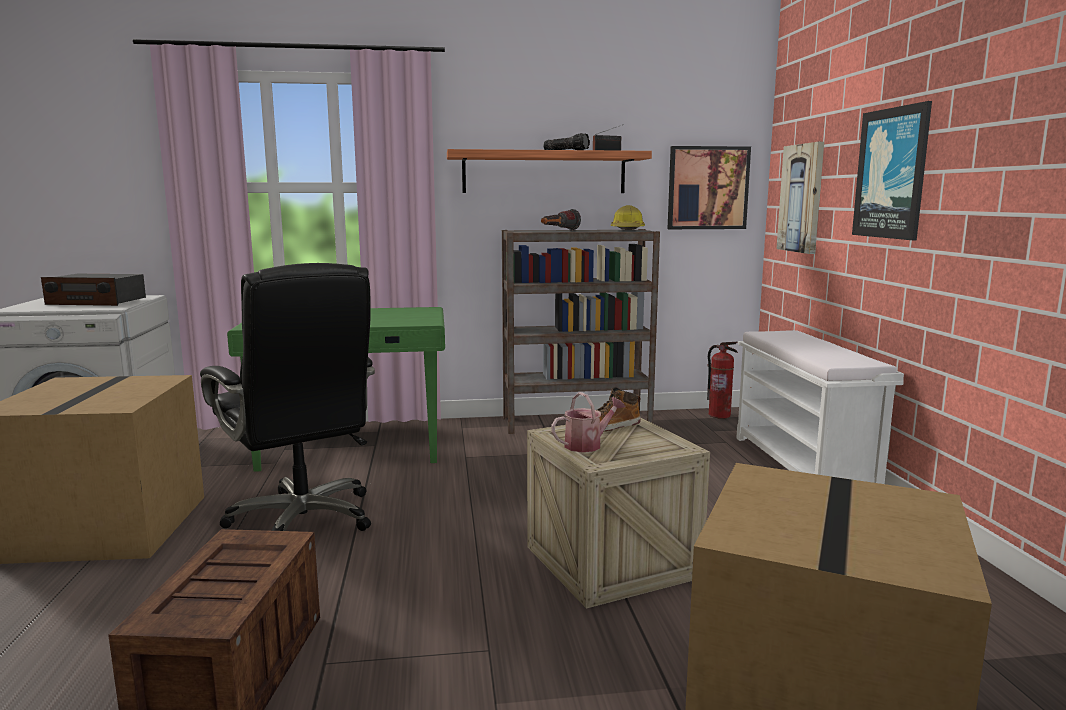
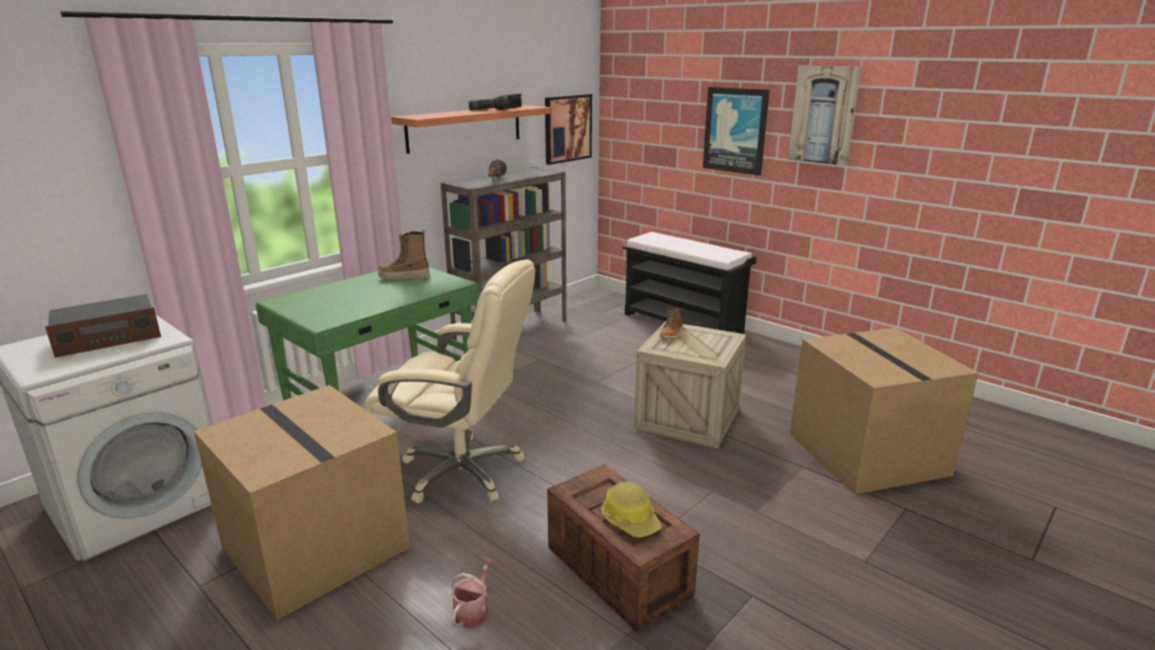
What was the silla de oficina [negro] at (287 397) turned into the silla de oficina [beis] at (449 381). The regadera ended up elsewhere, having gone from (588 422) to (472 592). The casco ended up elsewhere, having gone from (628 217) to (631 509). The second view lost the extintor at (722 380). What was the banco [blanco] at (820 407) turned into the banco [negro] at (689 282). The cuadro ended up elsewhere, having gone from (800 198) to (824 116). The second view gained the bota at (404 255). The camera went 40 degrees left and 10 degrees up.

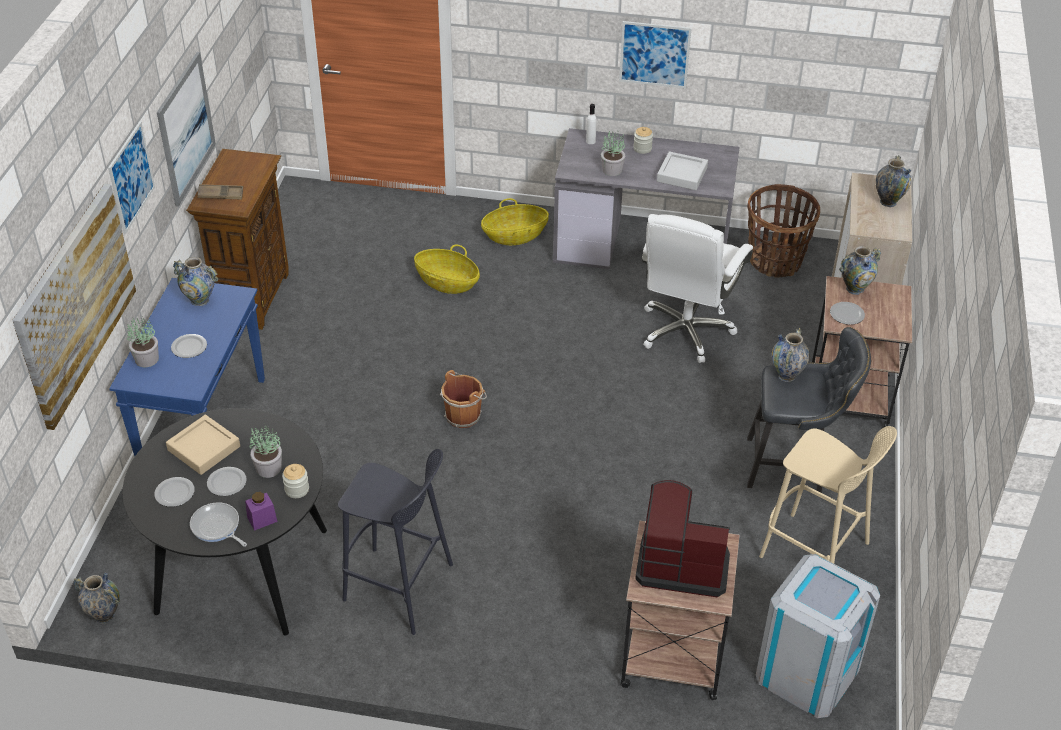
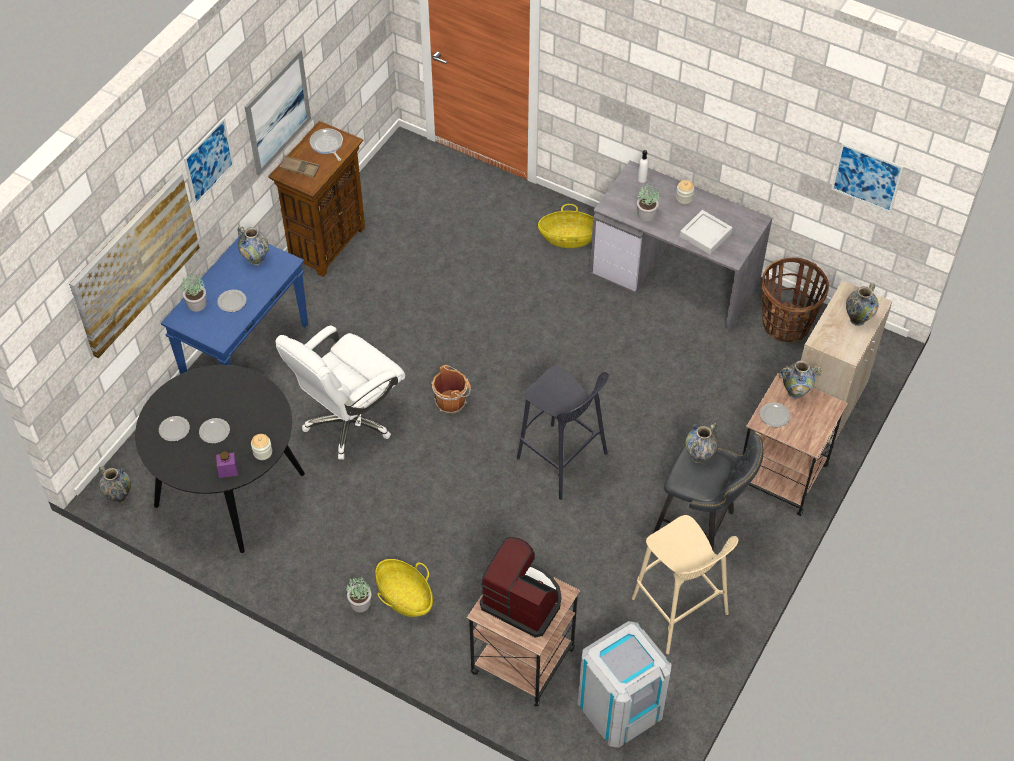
The second view lost the bandeja [beis] at (203 445). The sartén ended up elsewhere, having gone from (218 524) to (326 144). The planta en maceta ended up elsewhere, having gone from (265 451) to (358 594). The taburete [gris] ended up elsewhere, having gone from (395 542) to (563 433). The cesta ended up elsewhere, having gone from (447 269) to (404 588). The cuadro ended up elsewhere, having gone from (655 54) to (867 178). The silla de oficina [blanco] ended up elsewhere, having gone from (697 288) to (340 393). The camera went 20 degrees right and 10 degrees up.

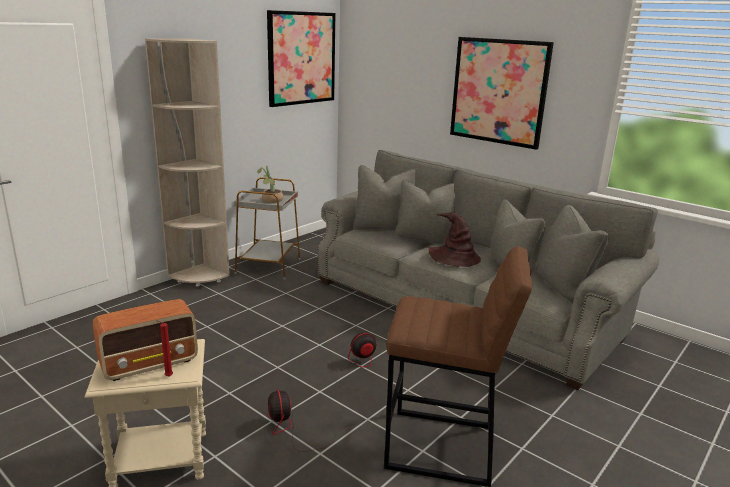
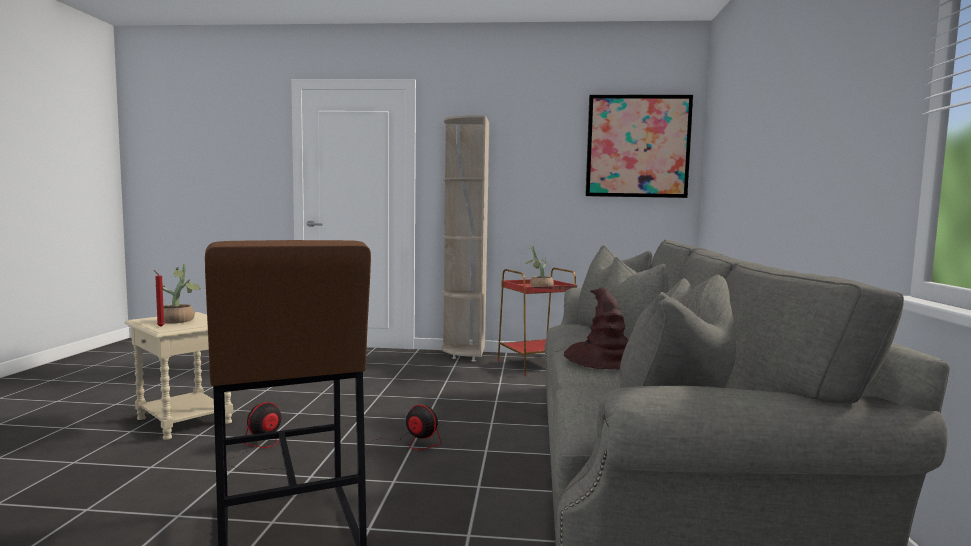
Where the radio stood at (145 340), the planta en maceta came to stand at (178 293). What was the mesa auxiliar [gris] at (267 228) turned into the mesa auxiliar [rojo] at (537 322). The second view lost the cuadro at (502 93). The camera went 55 degrees right and 15 degrees down.

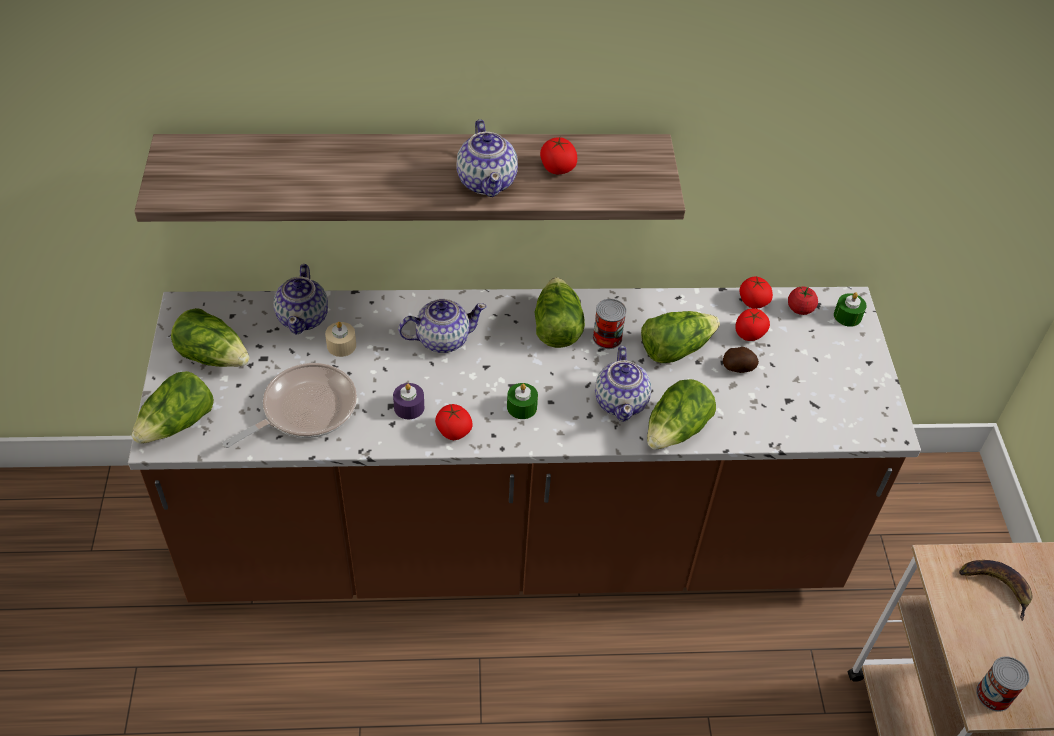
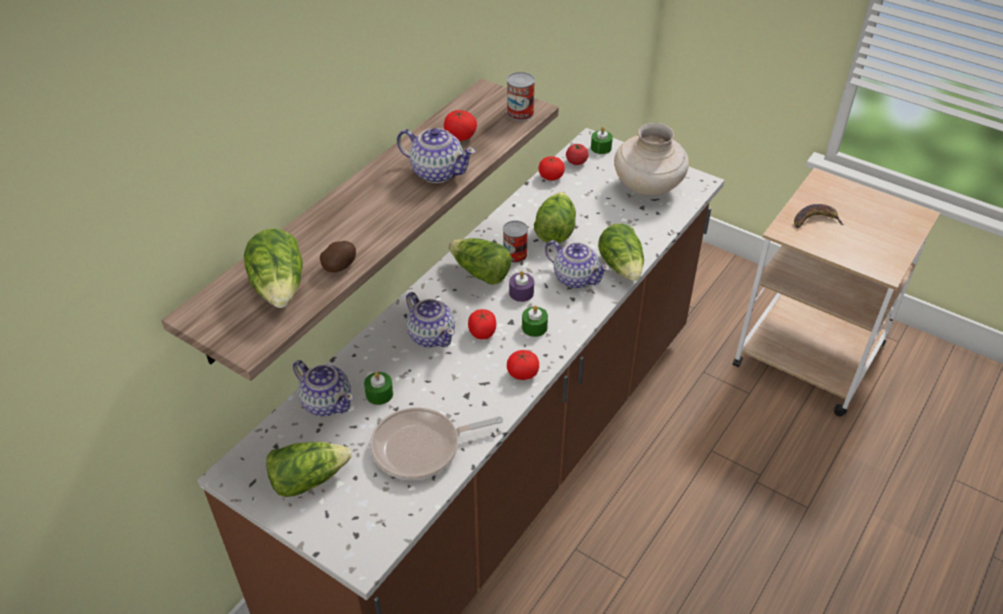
The lechuga ended up elsewhere, having gone from (173 407) to (273 268). The sartén at (290 405) ended up facing another way, 105 degrees counterclockwise from before. What was the vela [beis] at (340 339) turned into the vela [verde] at (378 388). The vela [morado] ended up elsewhere, having gone from (408 401) to (521 286). The tetera at (442 326) ended up facing another way, 120 degrees clockwise from before. The patata ended up elsewhere, having gone from (741 360) to (338 257). The tomate ended up elsewhere, having gone from (752 324) to (482 324). The lata ended up elsewhere, having gone from (1002 684) to (521 96). The second view gained the florero [beis] at (651 160). The camera went 50 degrees left and 5 degrees down.

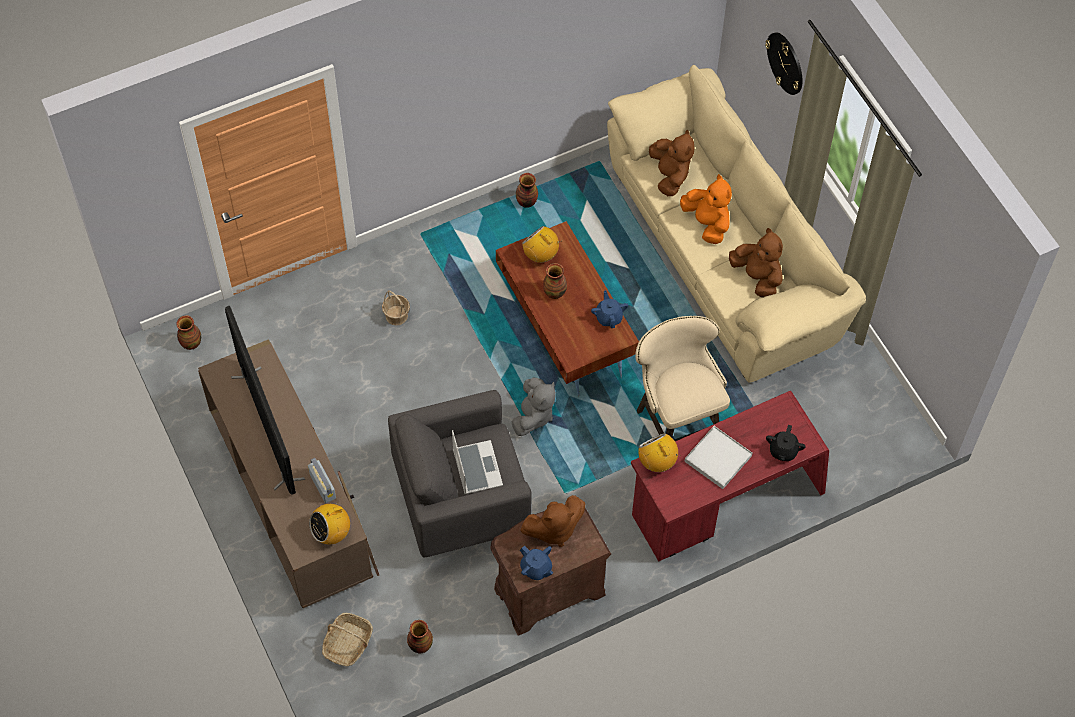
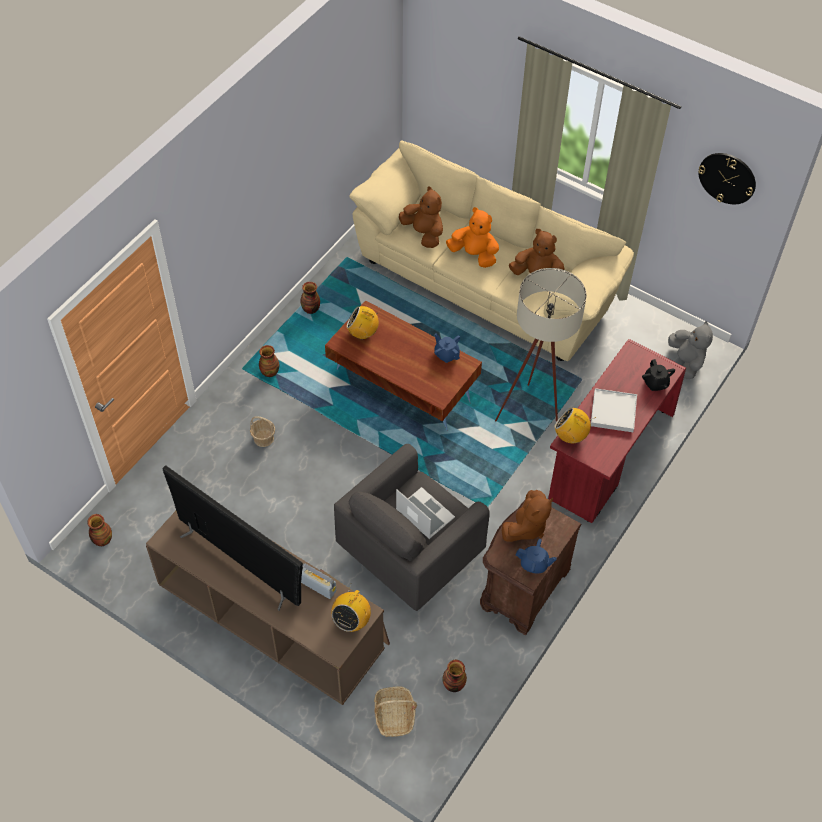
The peluche [gris] ended up elsewhere, having gone from (534 406) to (690 350). The florero ended up elsewhere, having gone from (555 281) to (269 361). Where the taburete [beis] stood at (682 378), the lámpara de pie [beis] came to stand at (541 345). The reloj de pared ended up elsewhere, having gone from (783 63) to (727 178). The camera went 30 degrees left and 5 degrees down.

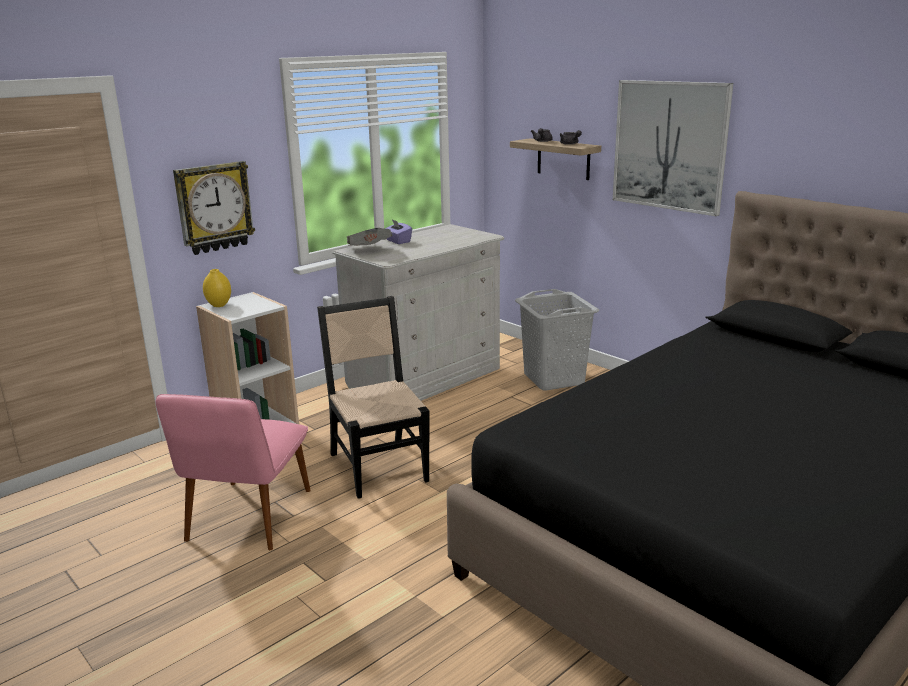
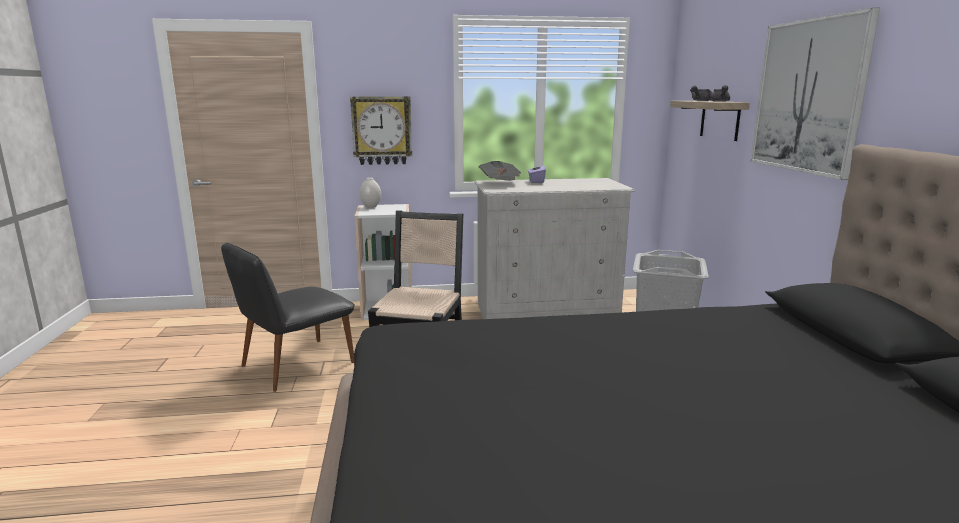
What was the silla [rosa] at (233 472) turned into the silla [negro] at (288 317). What was the florero [amarillo] at (217 288) turned into the florero [blanco] at (370 192). The camera went 35 degrees right and 5 degrees down.

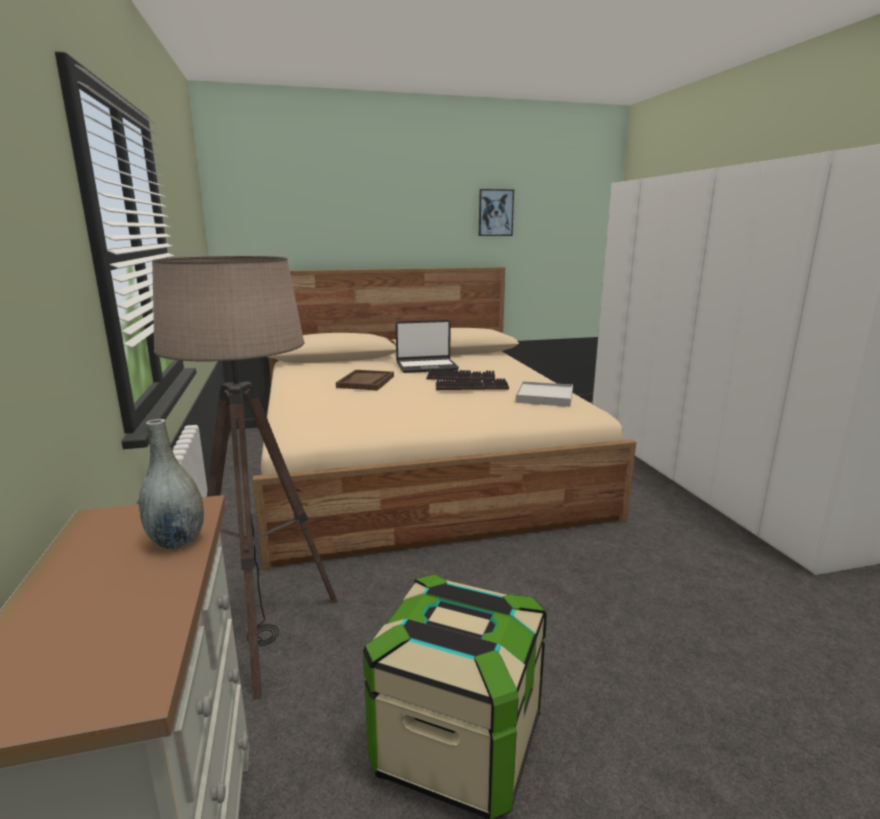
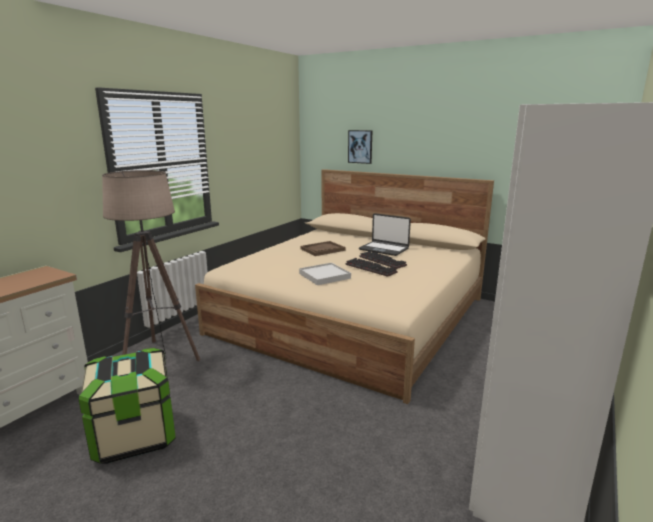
The second view lost the florero [gris] at (171 484). The cuadro ended up elsewhere, having gone from (496 212) to (360 147). The bandeja [blanco] ended up elsewhere, having gone from (544 394) to (325 274). The camera went 45 degrees right and 0 degrees up.

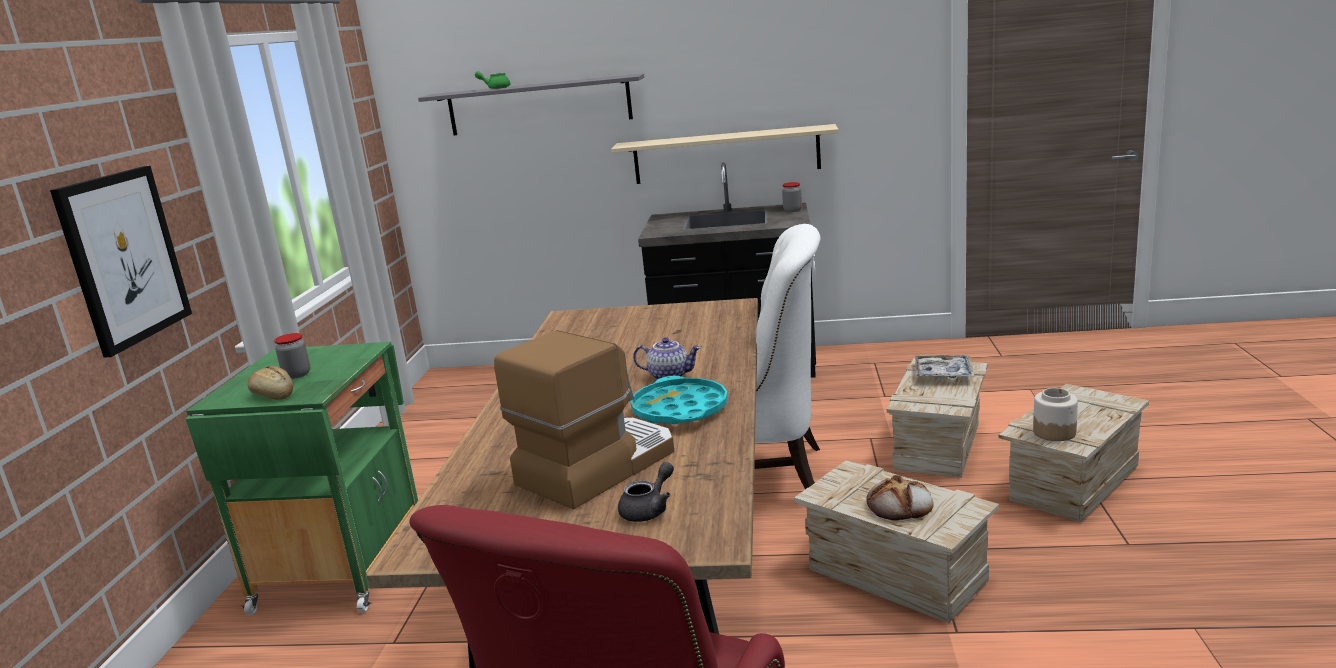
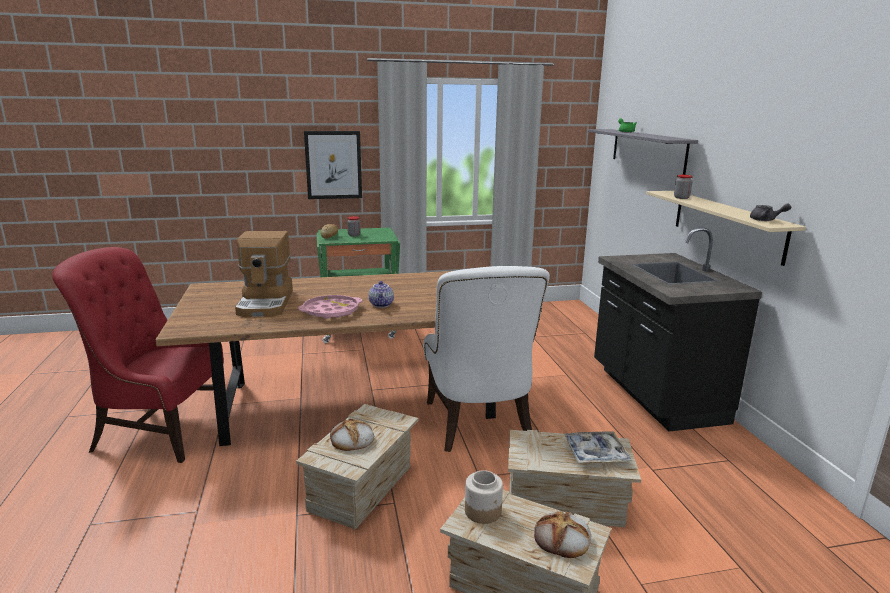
The cafetera at (584 420) ended up facing another way, 60 degrees clockwise from before. The tetera [gris] ended up elsewhere, having gone from (646 492) to (770 212). What was the bandeja [turquesa] at (679 400) turned into the bandeja [rosa] at (330 307). The tarro ended up elsewhere, having gone from (792 197) to (683 187). The second view gained the pan at (562 534). The camera went 70 degrees right and 0 degrees up.

